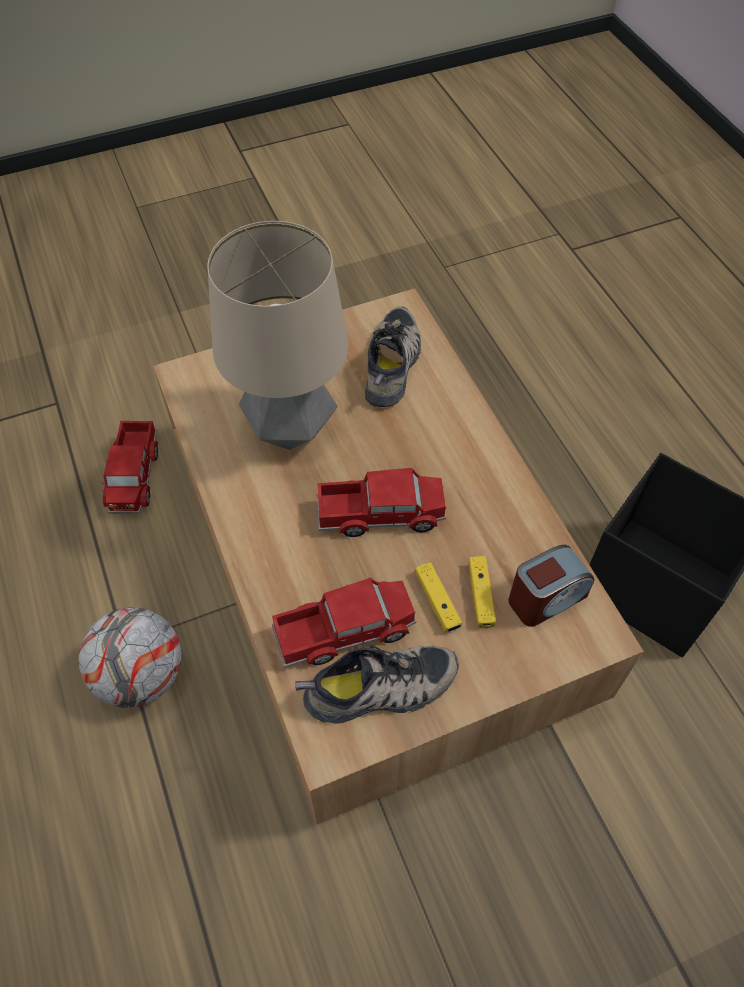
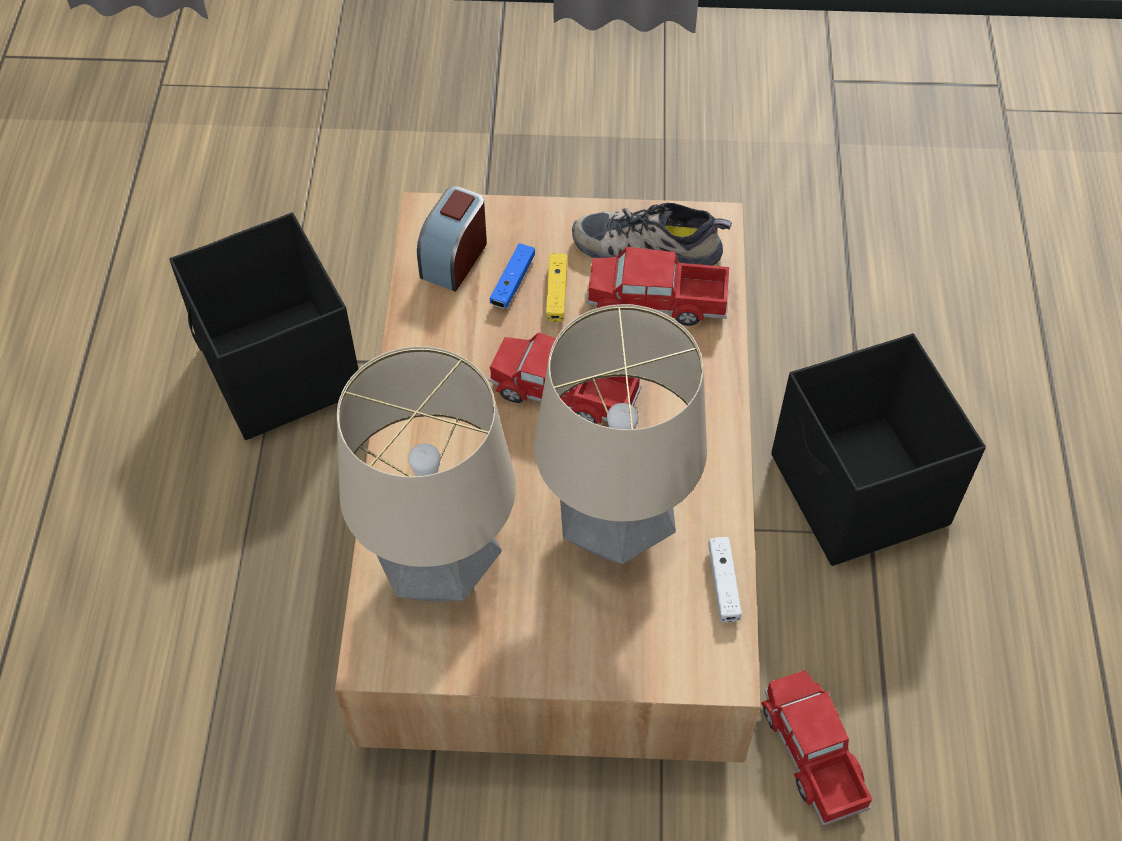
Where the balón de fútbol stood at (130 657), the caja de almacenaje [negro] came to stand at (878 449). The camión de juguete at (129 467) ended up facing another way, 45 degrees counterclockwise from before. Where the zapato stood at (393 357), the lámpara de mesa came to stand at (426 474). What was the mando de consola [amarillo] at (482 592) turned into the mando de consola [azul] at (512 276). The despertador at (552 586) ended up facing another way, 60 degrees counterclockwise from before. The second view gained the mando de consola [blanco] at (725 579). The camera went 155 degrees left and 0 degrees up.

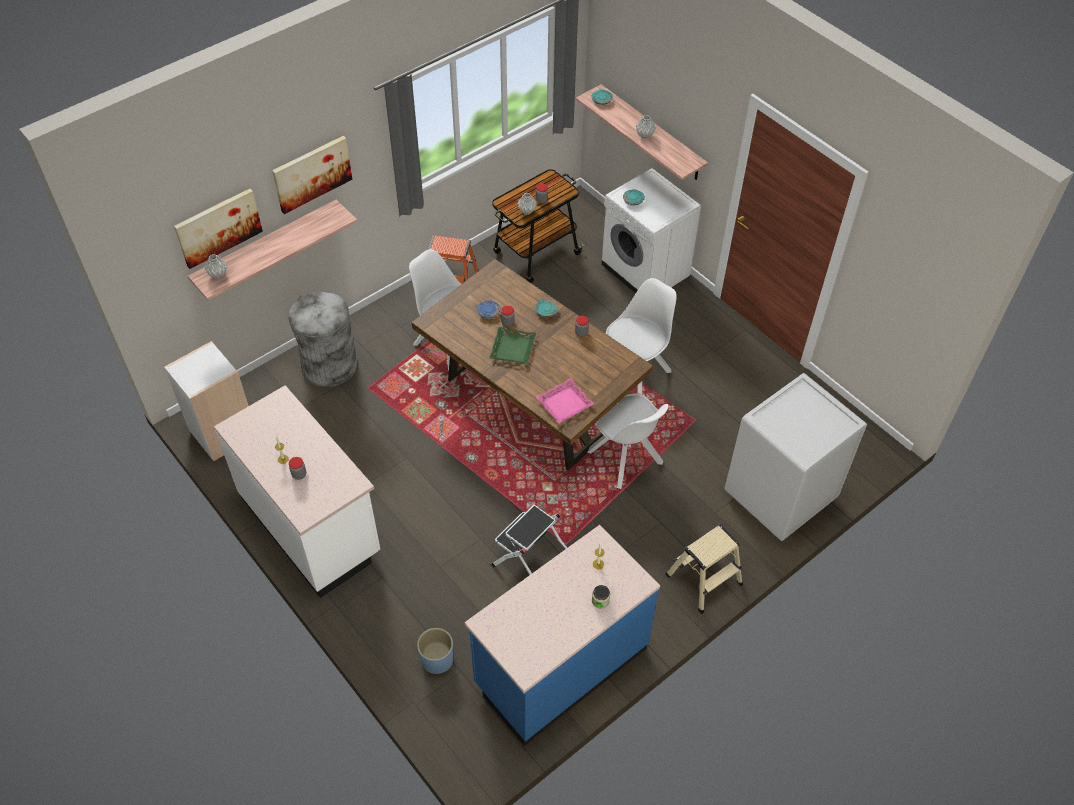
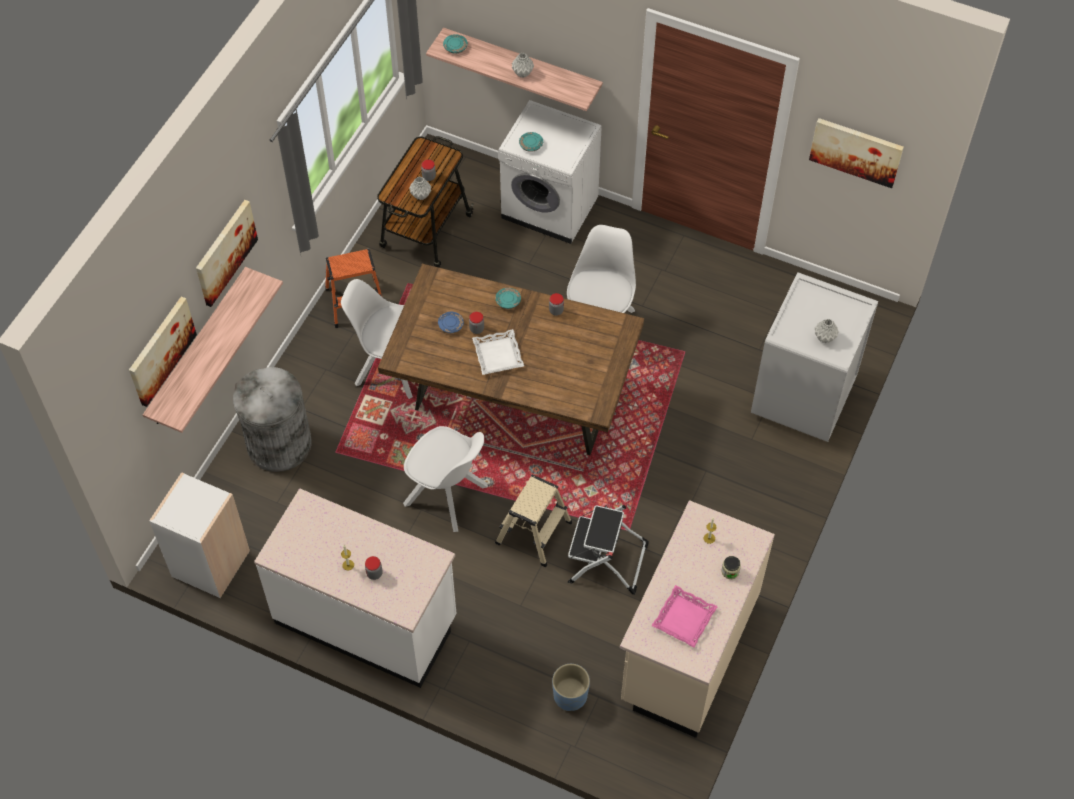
The florero [gris] ended up elsewhere, having gone from (216 266) to (827 331). What was the mueble bajo de cocina [azul] at (562 635) turned into the mueble bajo de cocina [beis] at (697 619). What was the bandeja [verde] at (512 345) turned into the bandeja [blanco] at (498 352). The bandeja [rosa] ended up elsewhere, having gone from (565 401) to (685 616). The silla [blanco] ended up elsewhere, having gone from (628 441) to (445 479). The escalera de tijera [beis] ended up elsewhere, having gone from (704 569) to (533 520). The second view gained the cuadro at (856 153). The camera went 25 degrees left and 5 degrees up.

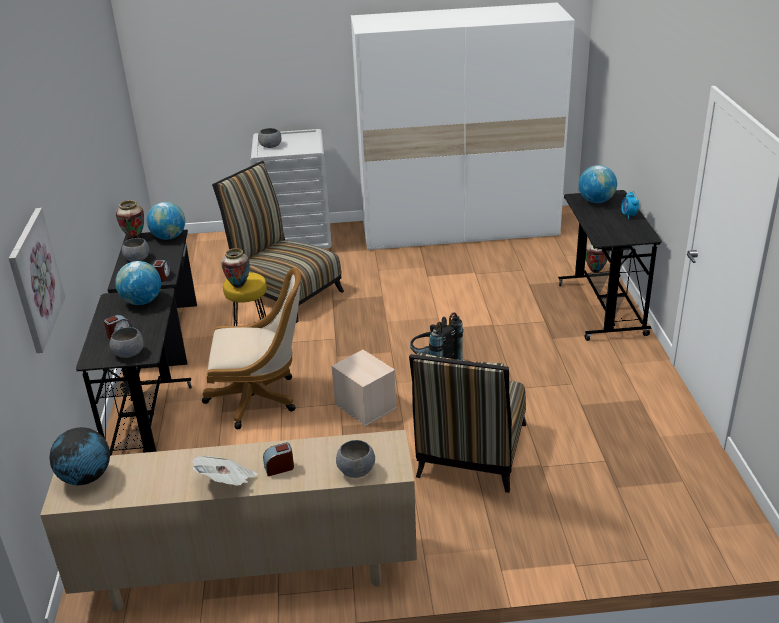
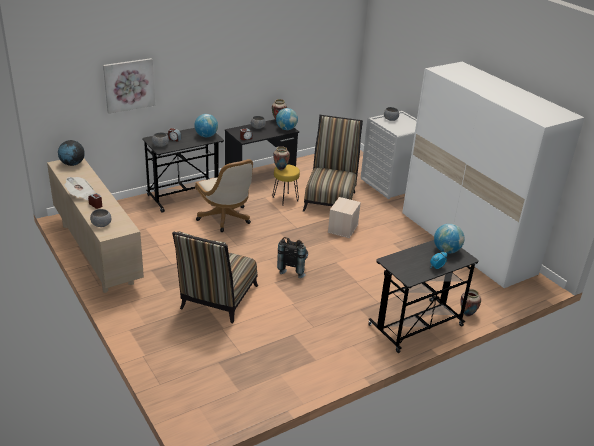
The caja de almacenaje [beis] ended up elsewhere, having gone from (364 388) to (344 217). The silla at (467 423) ended up facing another way, 60 degrees counterclockwise from before. The camera went 60 degrees right and 0 degrees up.

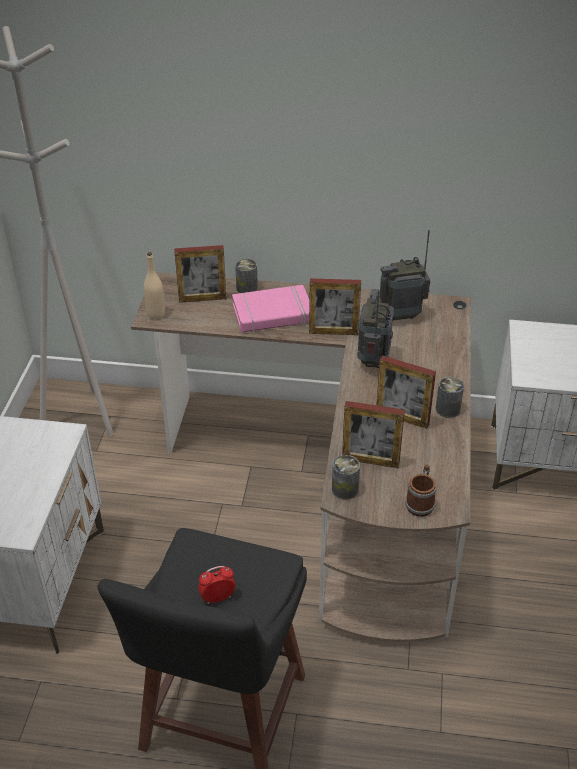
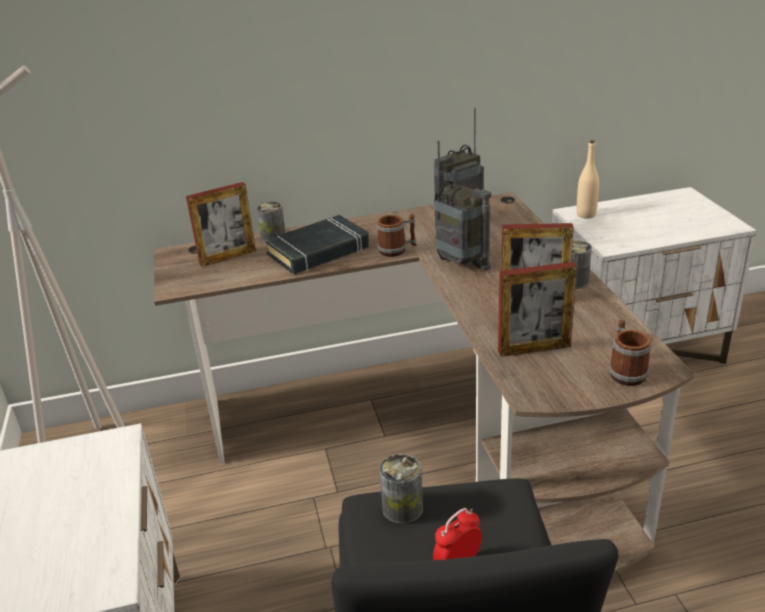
The botella [beis] ended up elsewhere, having gone from (154 286) to (588 179). What was the libro [rosa] at (271 309) turned into the libro [negro] at (317 244). Where the portarretratos stood at (335 306), the taza grande came to stand at (397 235). The lata ended up elsewhere, having gone from (346 477) to (401 489). The radio at (375 328) ended up facing another way, 150 degrees clockwise from before. The camera went 20 degrees left and 10 degrees down.

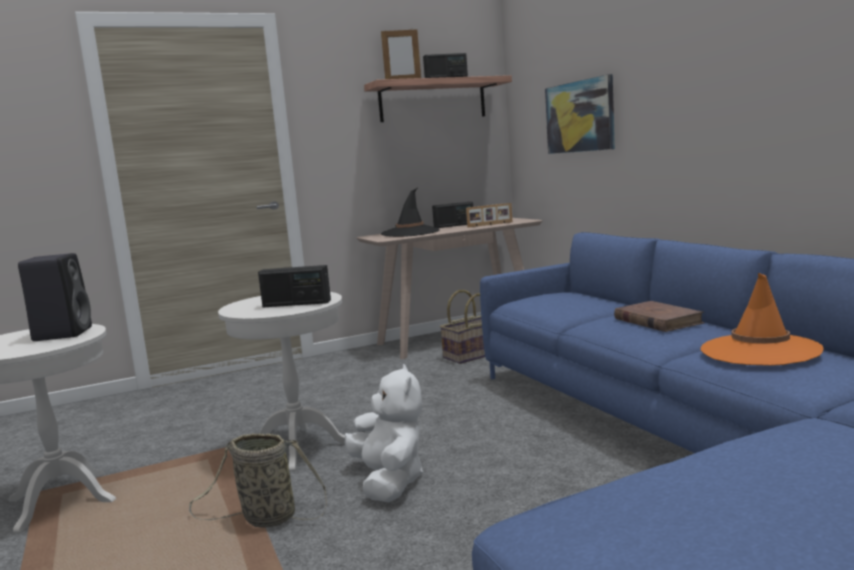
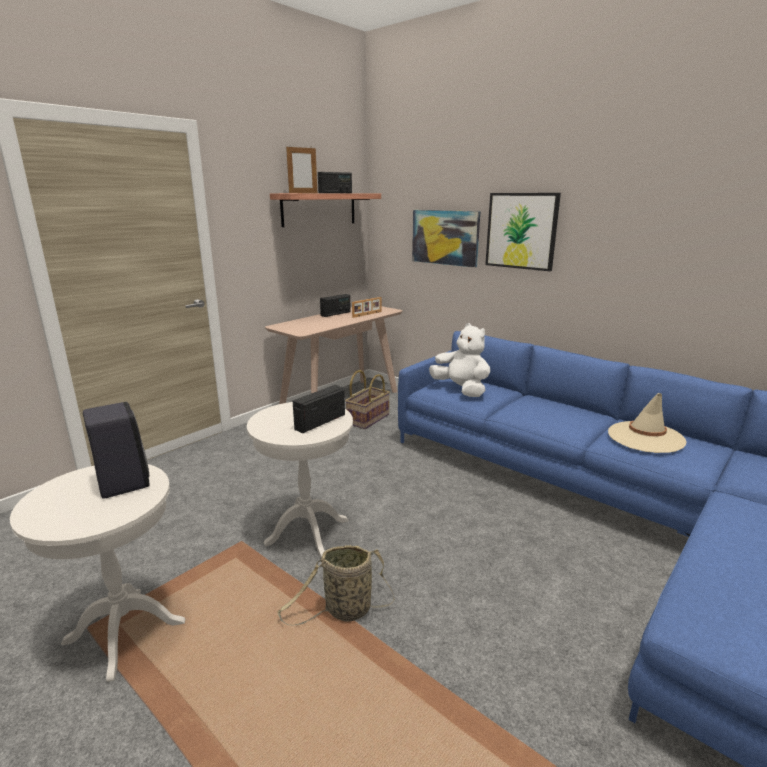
The radio at (294 286) ended up facing another way, 150 degrees clockwise from before. The peluche [blanco] ended up elsewhere, having gone from (384 433) to (459 360). The second view lost the sombrero [negro] at (410 212). The second view lost the libro [marrón] at (659 316). What was the sombrero [naranja] at (762 319) turned into the sombrero [beis] at (647 423). The second view gained the cuadro at (523 232). The camera went 25 degrees left and 10 degrees up.

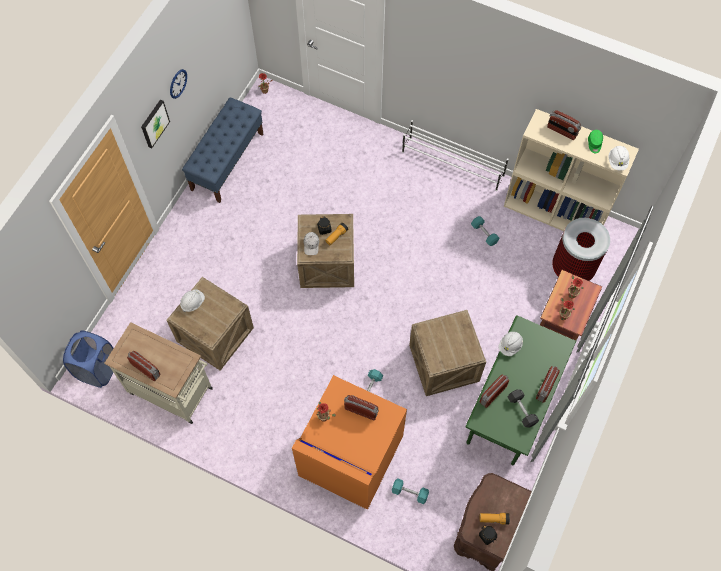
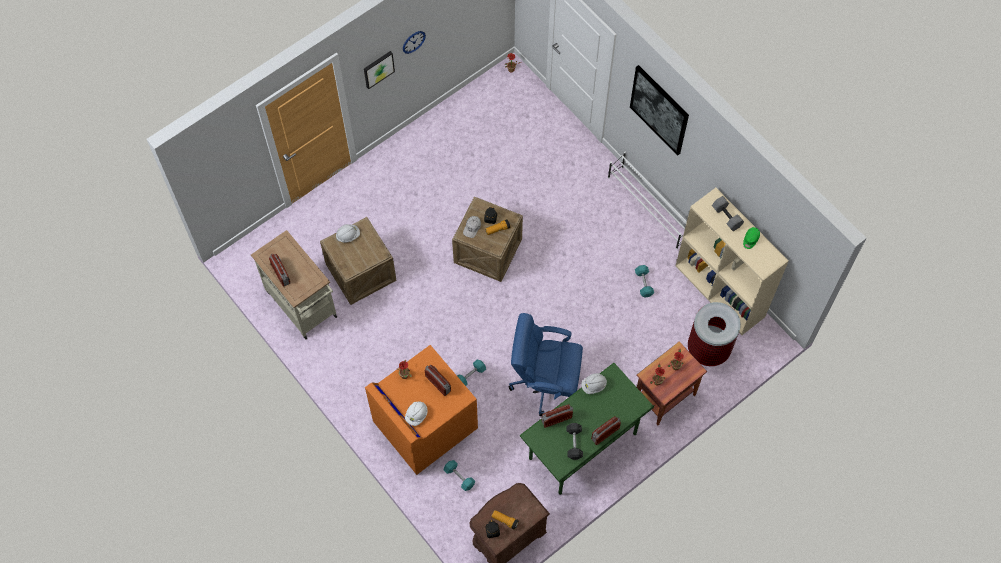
The second view lost the cesto de la ropa [azul] at (88 359). The second view lost the banco [azul] at (222 150). Where the caja de embalaje stood at (447 353), the silla de oficina [azul] came to stand at (545 364). Where the radio stood at (564 125), the mancuerna [gris] came to stand at (728 213). The casco [blanco] ended up elsewhere, having gone from (618 158) to (416 413). The second view gained the cuadro at (659 110). The camera went 25 degrees right and 0 degrees up.

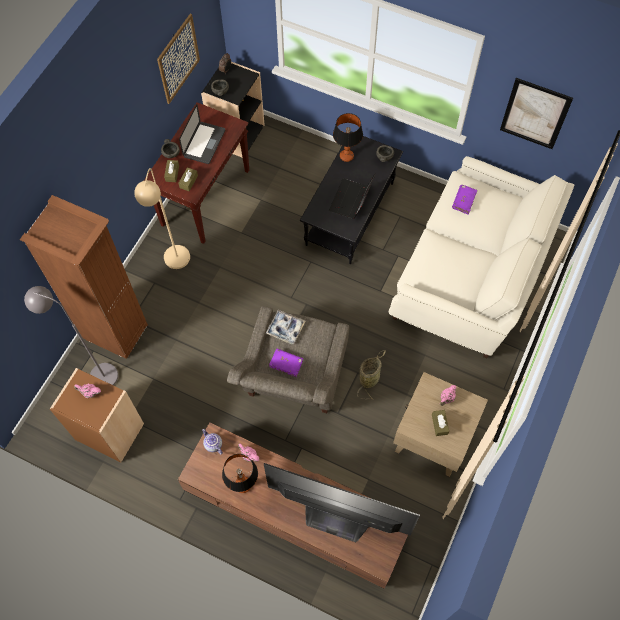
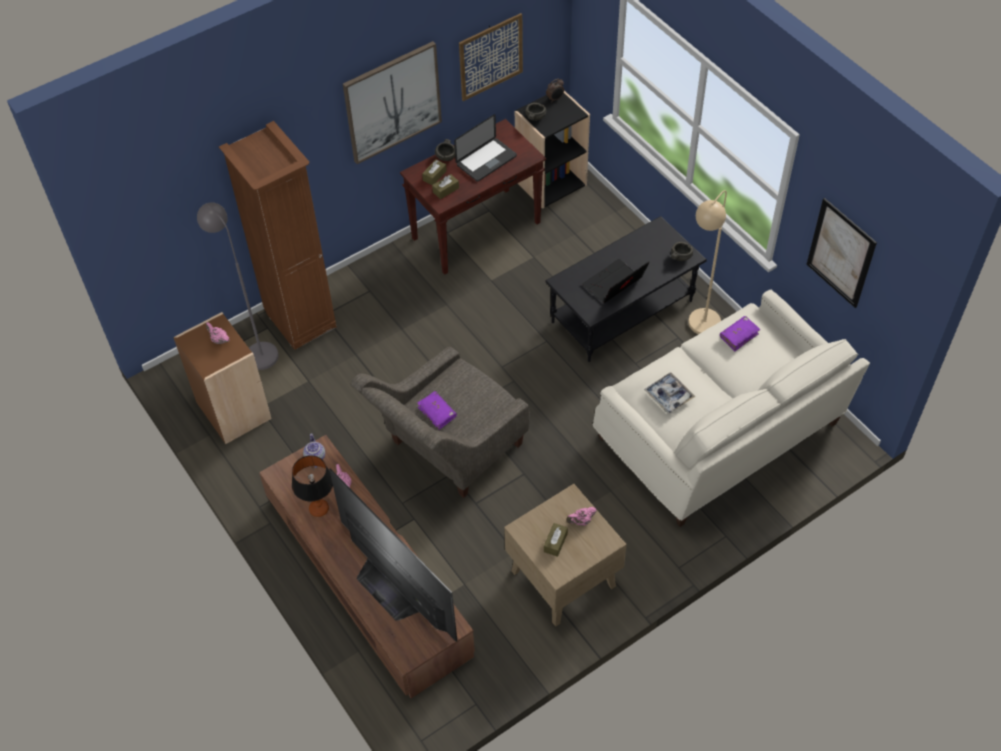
The lámpara de pie [beis] ended up elsewhere, having gone from (162 218) to (707 262). The bandeja ended up elsewhere, having gone from (285 327) to (669 393). The second view lost the lámpara de mesa at (348 137). The second view lost the cesta at (371 374). The second view gained the cuadro at (392 102). The camera went 30 degrees right and 10 degrees down.

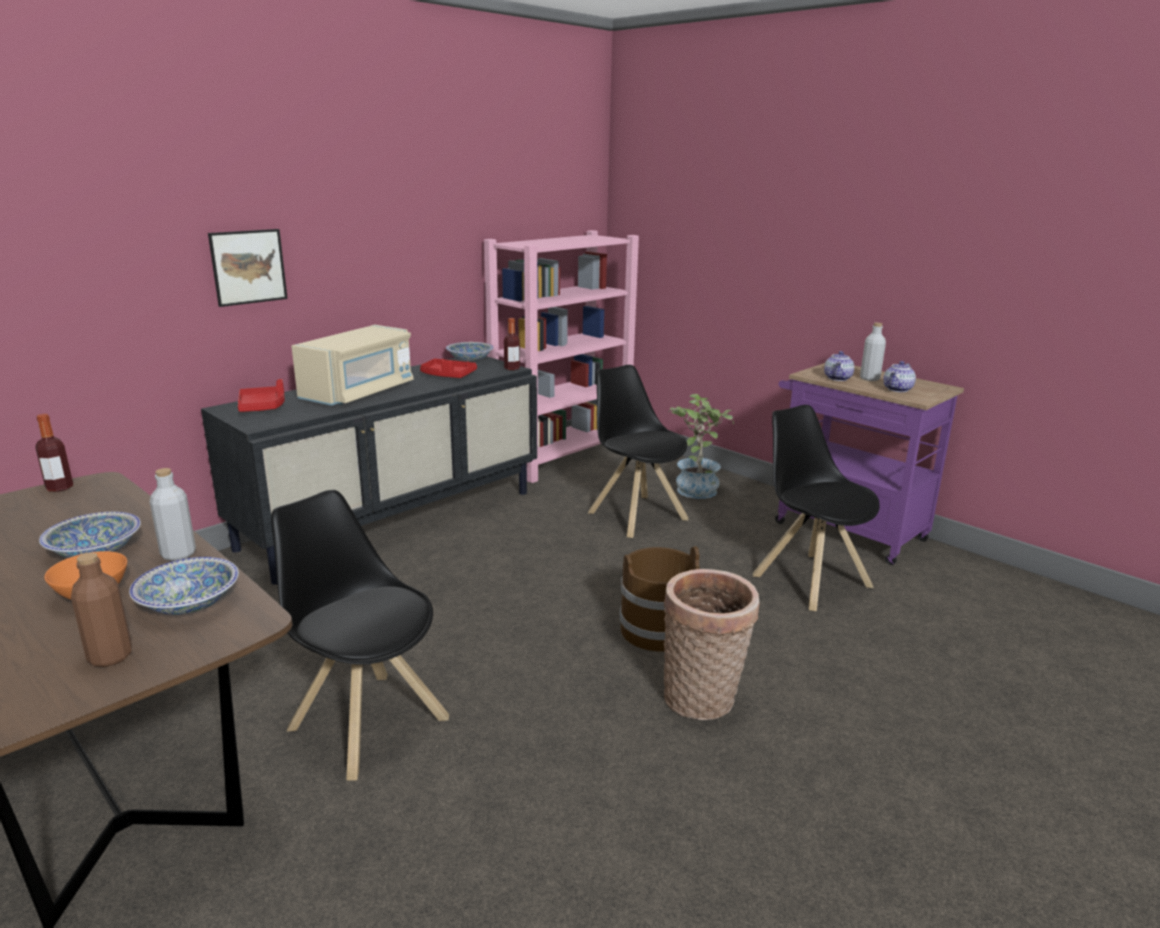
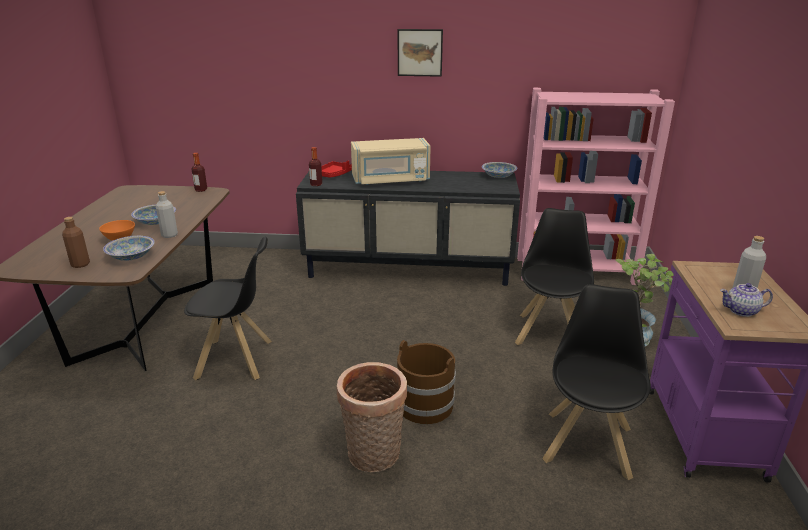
The cuadro ended up elsewhere, having gone from (248 268) to (420 53). The silla [negro] at (360 635) ended up facing another way, 90 degrees clockwise from before. The second view lost the bandeja [rojo] at (448 368). The botella ended up elsewhere, having gone from (512 344) to (315 166). The second view lost the tetera at (839 366). The camera went 50 degrees right and 5 degrees up.

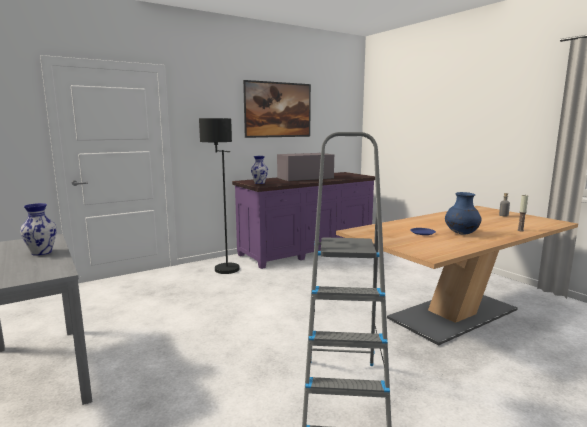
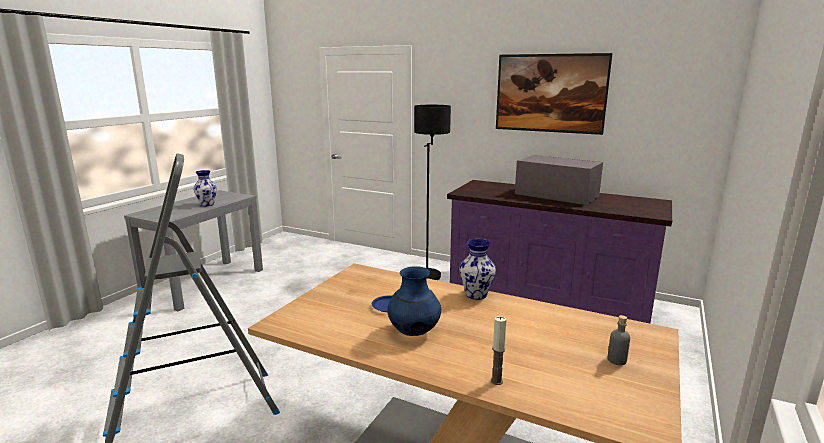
The florero ended up elsewhere, having gone from (259 170) to (478 269). The camera went 60 degrees right and 5 degrees up.

